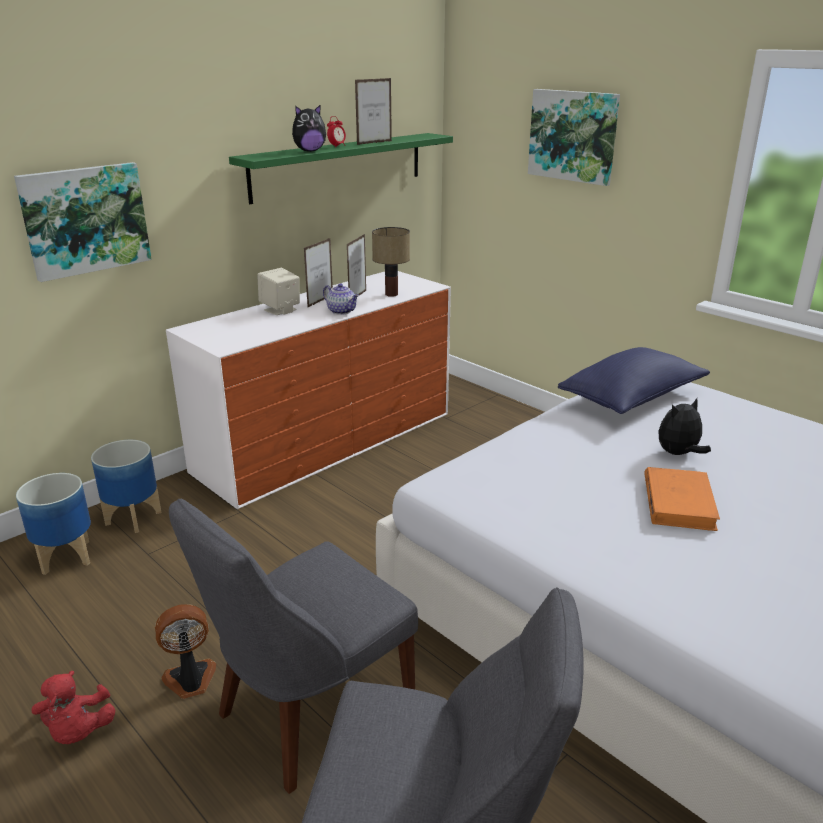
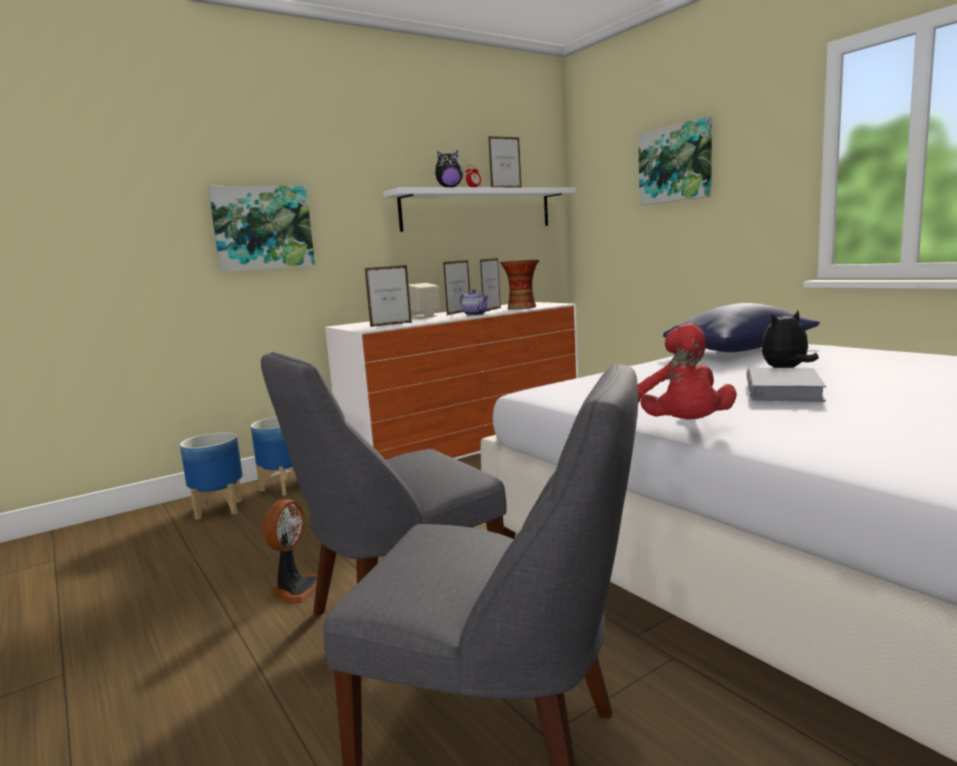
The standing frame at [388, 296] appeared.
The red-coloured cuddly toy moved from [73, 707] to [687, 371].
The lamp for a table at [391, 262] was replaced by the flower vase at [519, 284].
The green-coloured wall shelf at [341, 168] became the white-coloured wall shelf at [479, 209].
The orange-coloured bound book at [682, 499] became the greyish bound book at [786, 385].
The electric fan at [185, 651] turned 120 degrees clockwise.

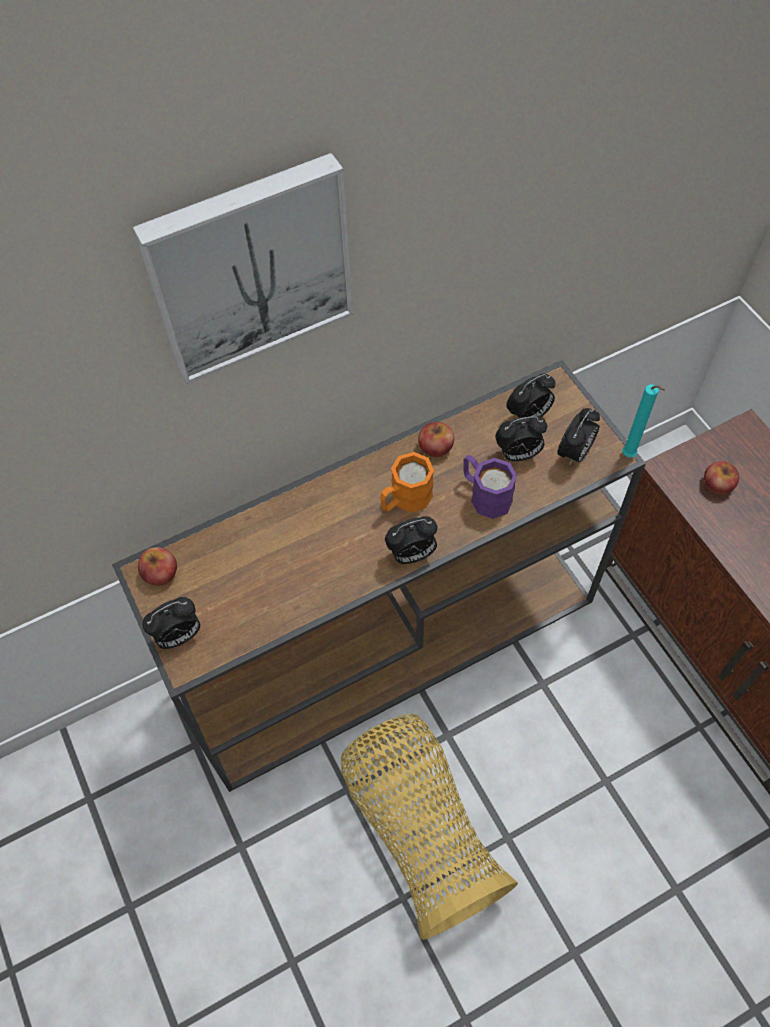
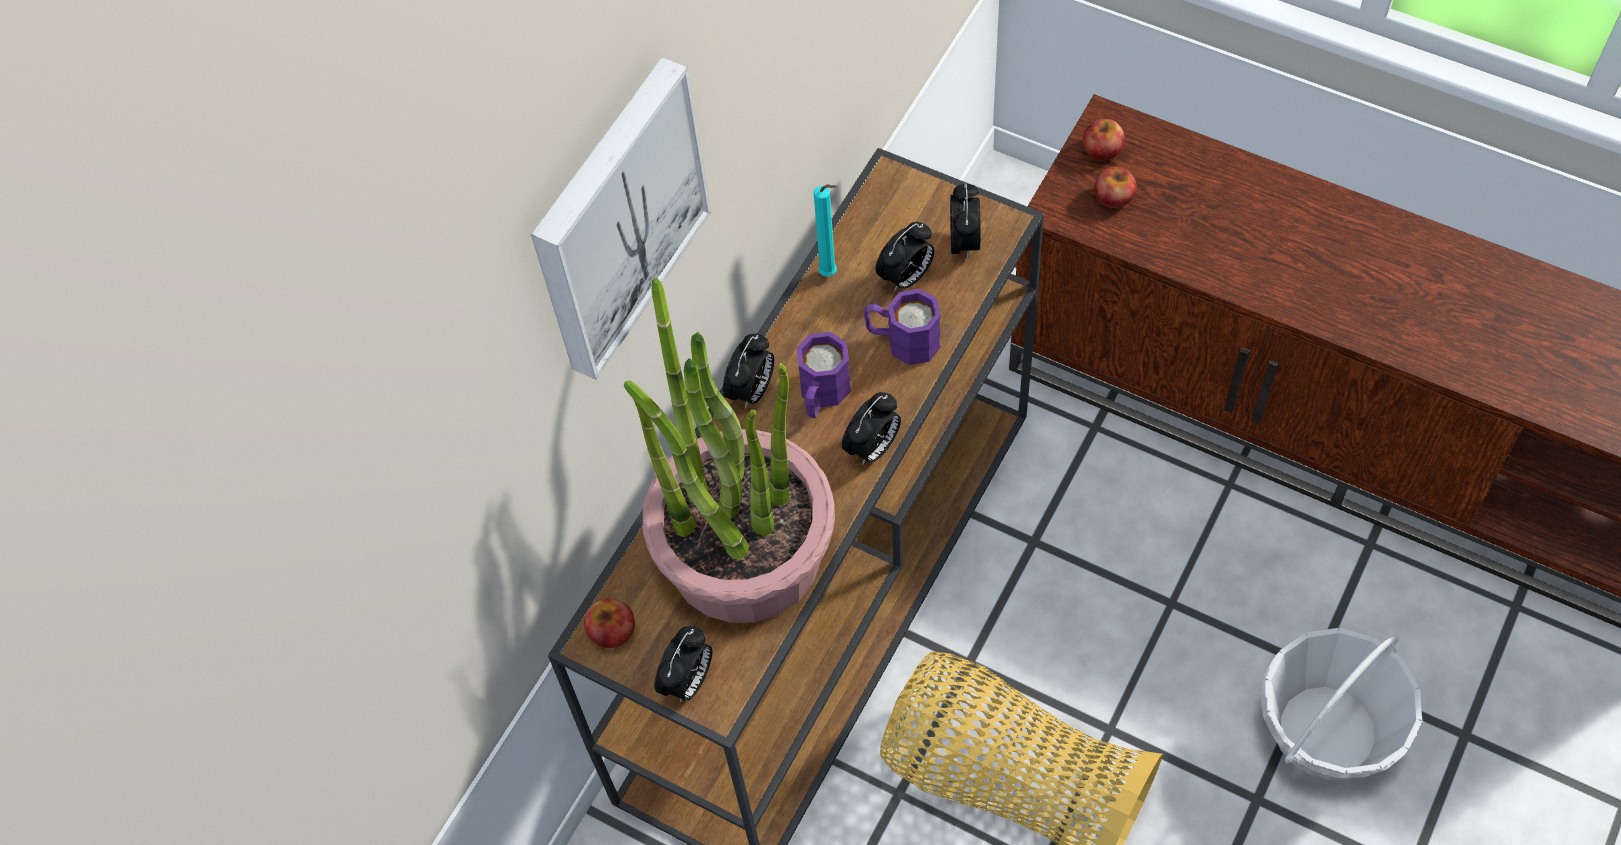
The houseplant at [729, 450] appeared.
The household basket at [1341, 704] appeared.
The apple fruit moved from [436, 439] to [1104, 140].
The alarm clock moved from [531, 395] to [748, 371].
The turquoise candle moved from [643, 420] to [825, 230].
The orange-coloured tea mug at [407, 482] became the purple-coloured tea mug at [823, 375].

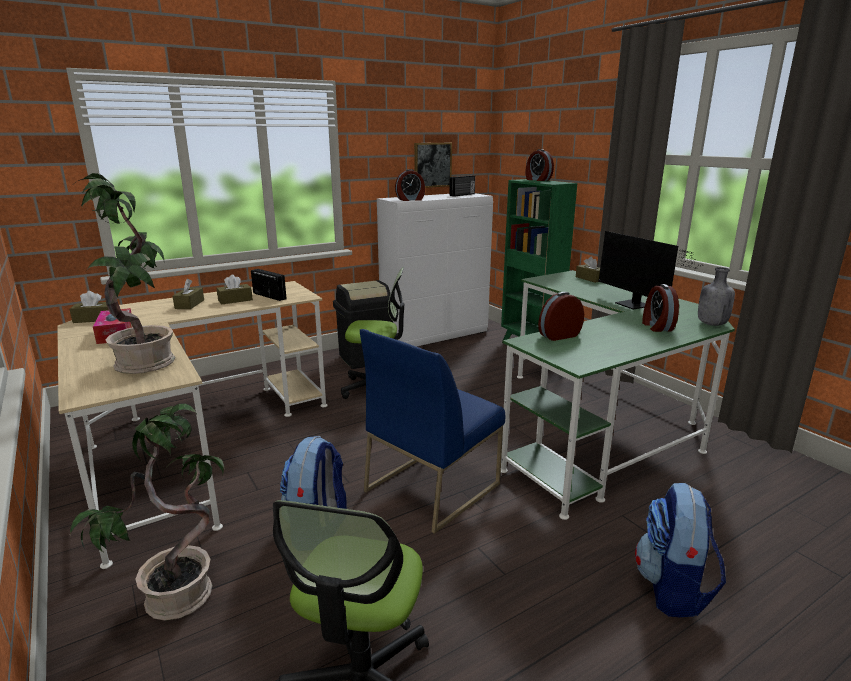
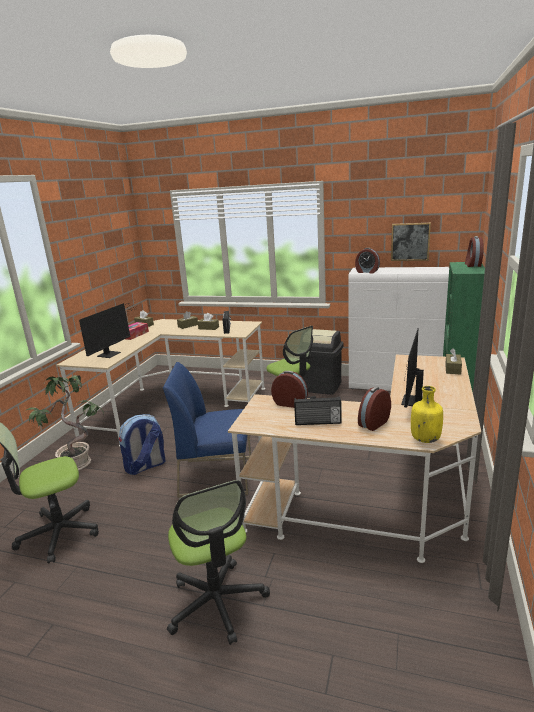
The radio set moved from [462, 186] to [318, 410].
The houseplant at [125, 273] was replaced by the computer screen at [108, 330].
The backpack at [680, 550] was replaced by the computer chair at [218, 562].
The green-coloured desk unit at [618, 395] became the beige-coloured desk unit at [354, 459].
The greyish drink bottle at [716, 296] became the yellowish drink bottle at [427, 414].

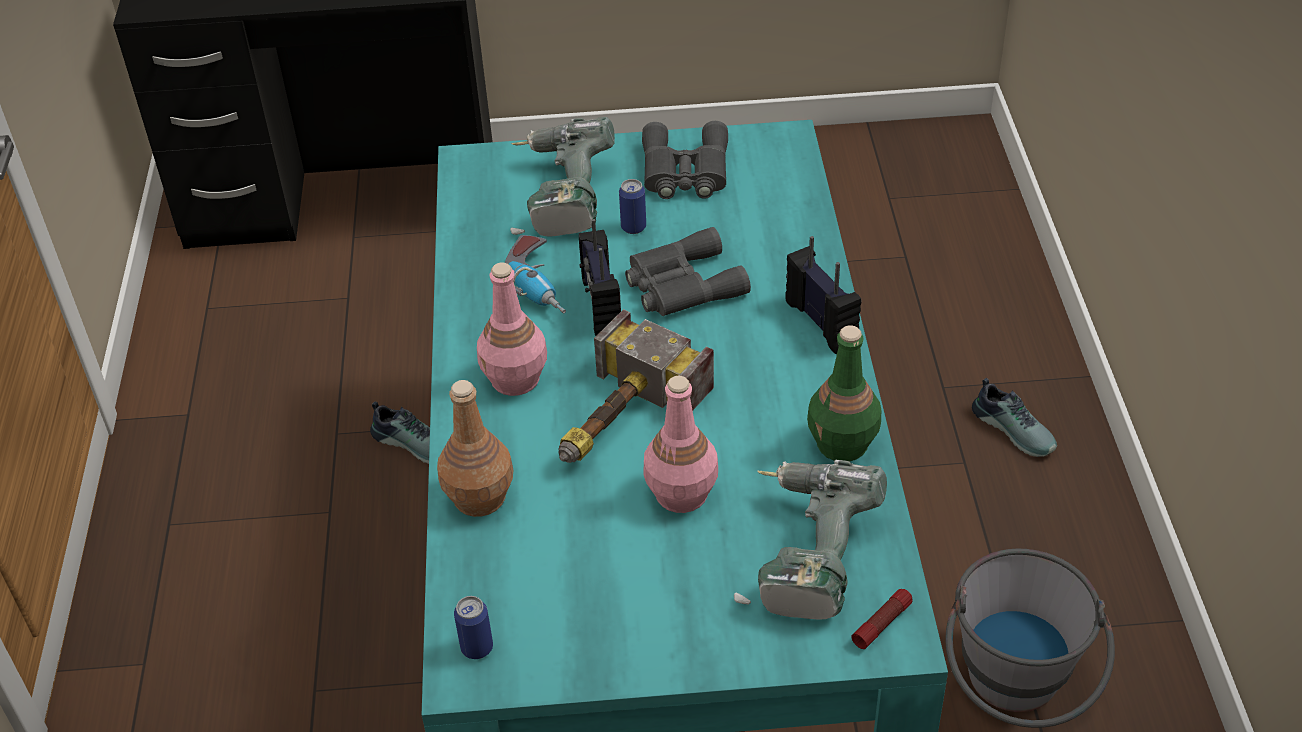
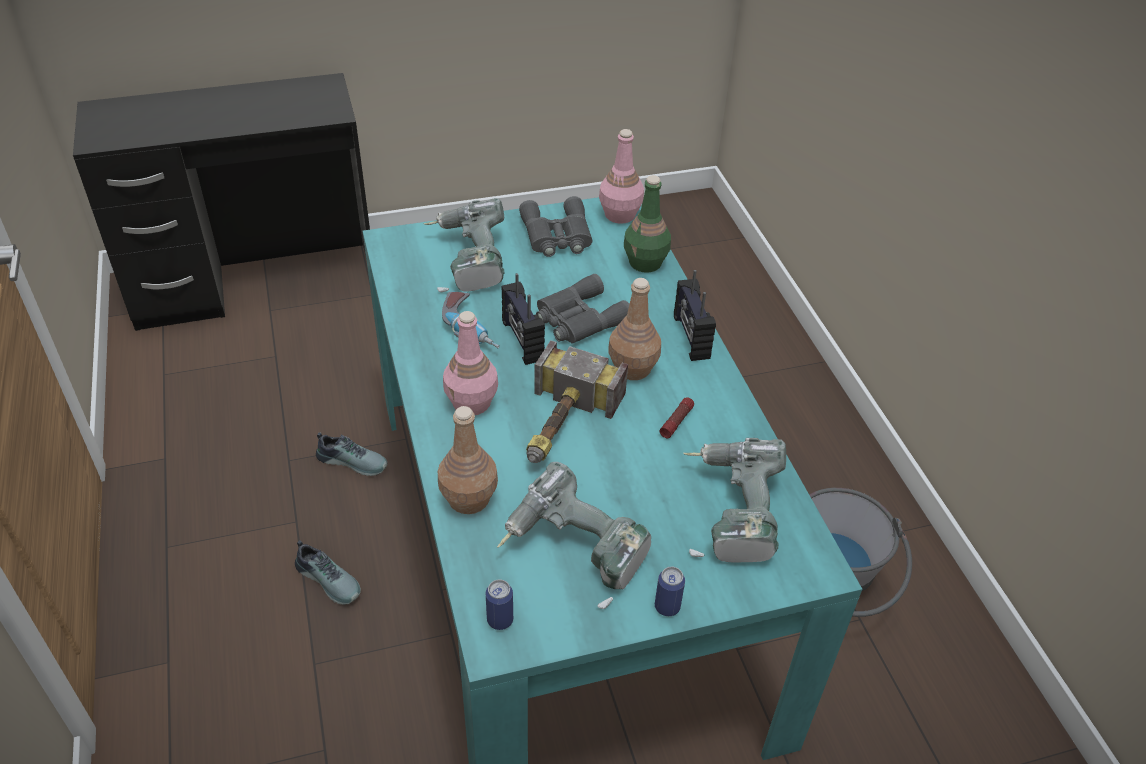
The power drill at [574, 535] appeared.
The brown drink bottle at [634, 329] appeared.
The sealed can moved from [632, 206] to [670, 591].
The pink drink bottle moved from [681, 444] to [621, 176].
The green-coloured drink bottle moved from [844, 393] to [647, 224].
The hand torch moved from [882, 619] to [676, 417].
The low shoe moved from [1014, 417] to [328, 572].
The radio set at [823, 295] turned 150 degrees counterclockwise.

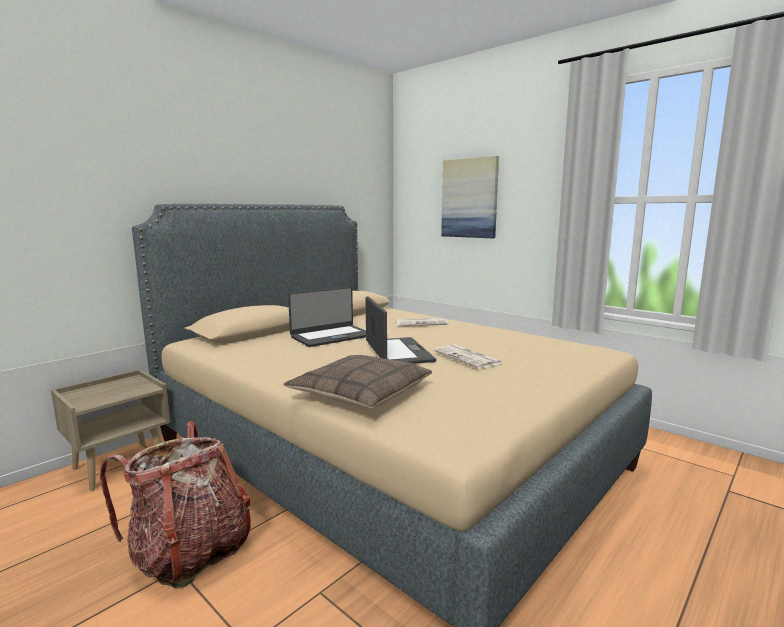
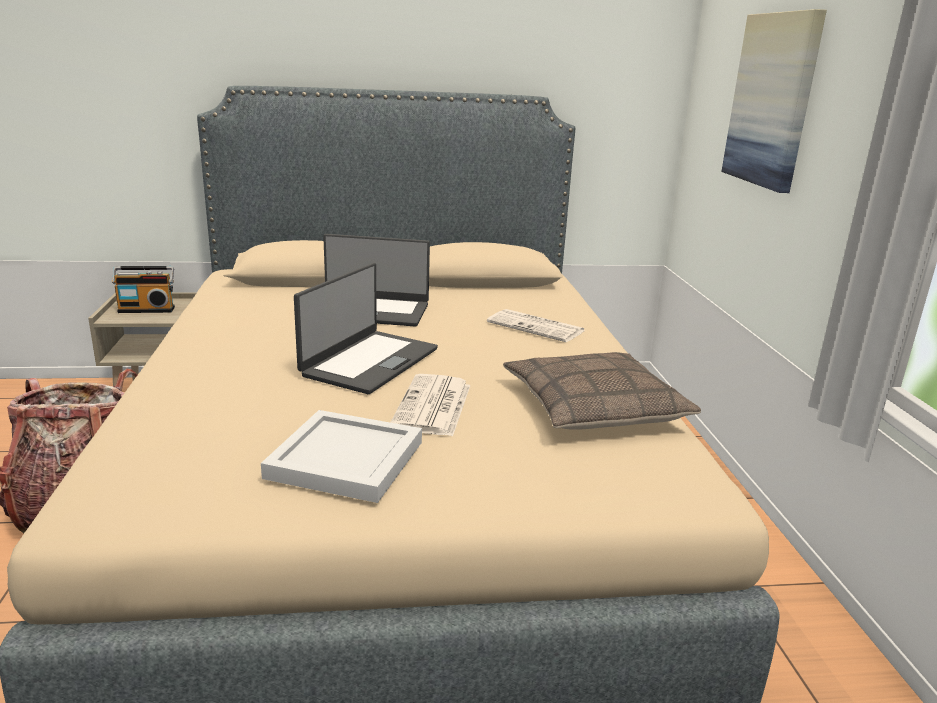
The radio set at [143, 289] appeared.
The white-coloured carrying tray at [341, 456] appeared.
The cushion moved from [358, 382] to [602, 391].

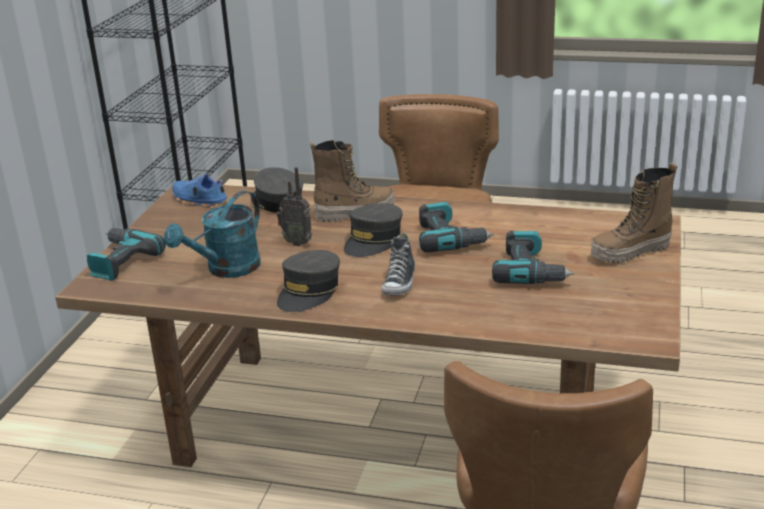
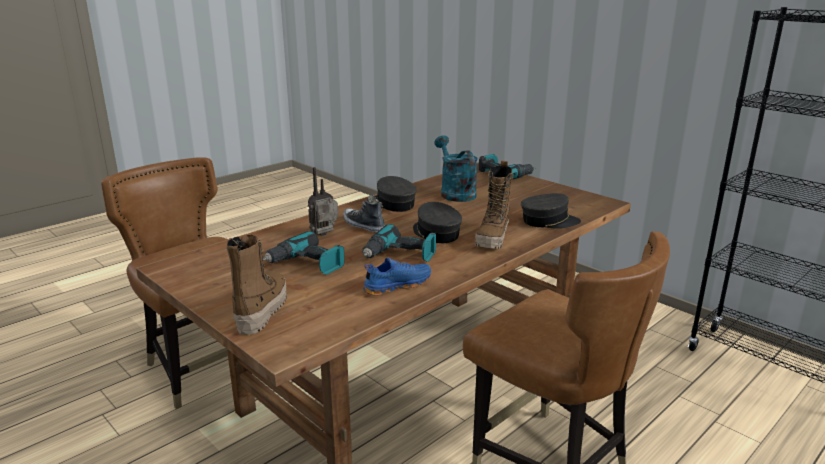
The bluish low shoe moved from [200, 191] to [397, 277].
The radio set moved from [294, 206] to [323, 201].

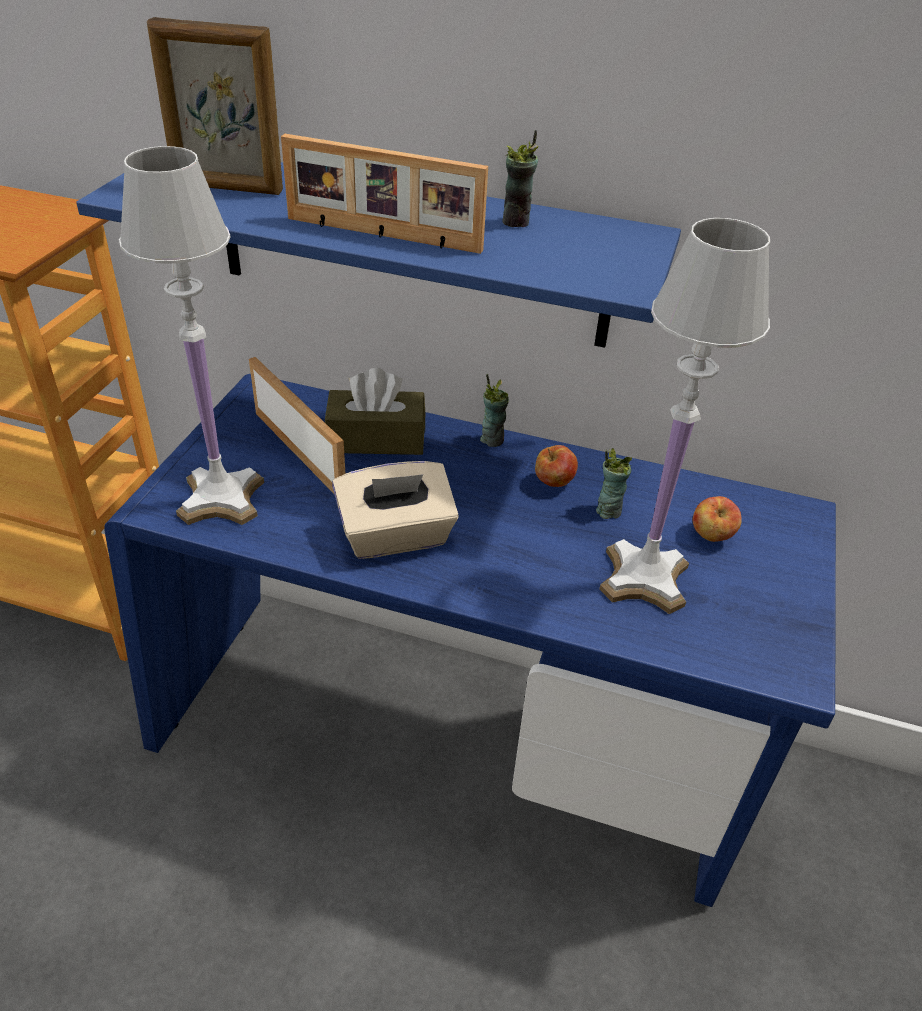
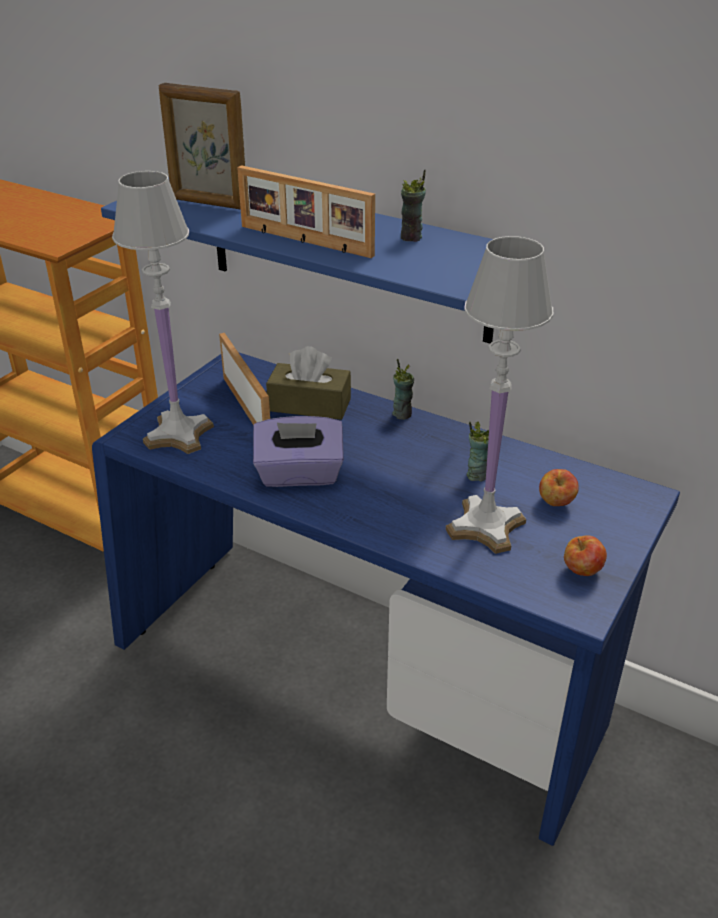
The apple fruit moved from [556, 466] to [585, 555].
The beige-coloured tissue box at [395, 510] became the purple-coloured tissue box at [298, 451].

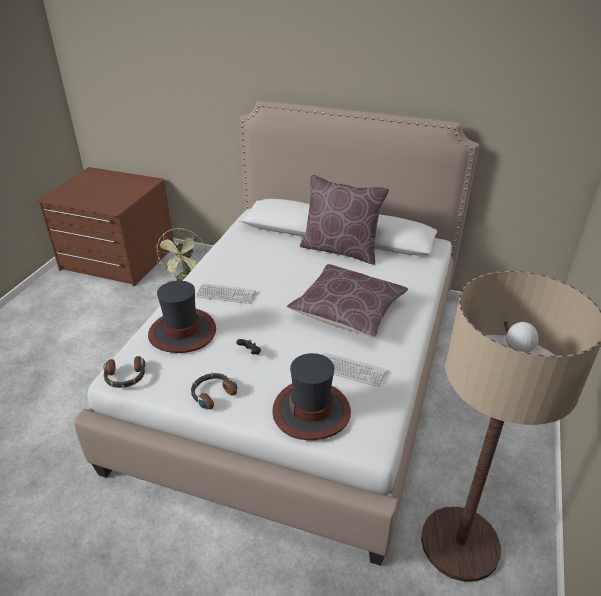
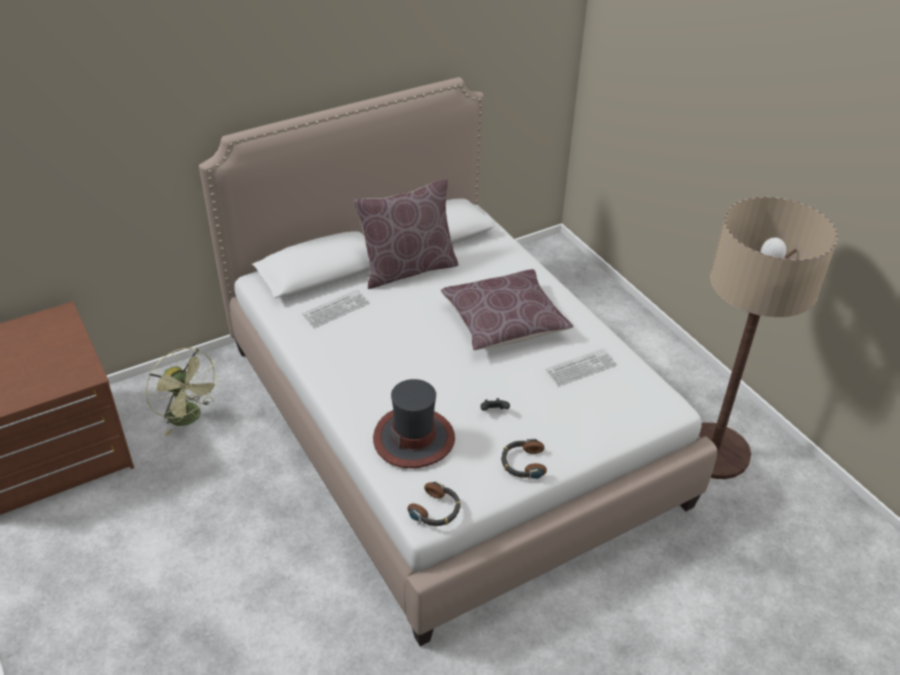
The clothing hat at [311, 396] disappeared.
The keyboard moved from [226, 293] to [336, 308].

